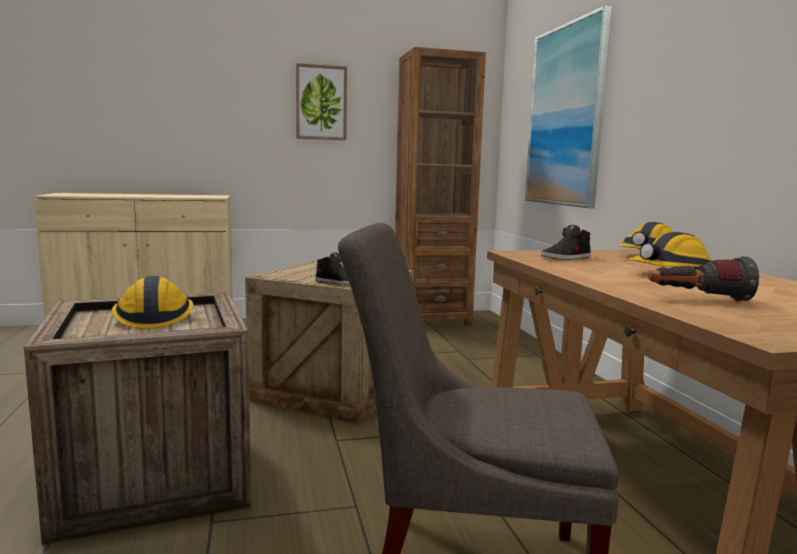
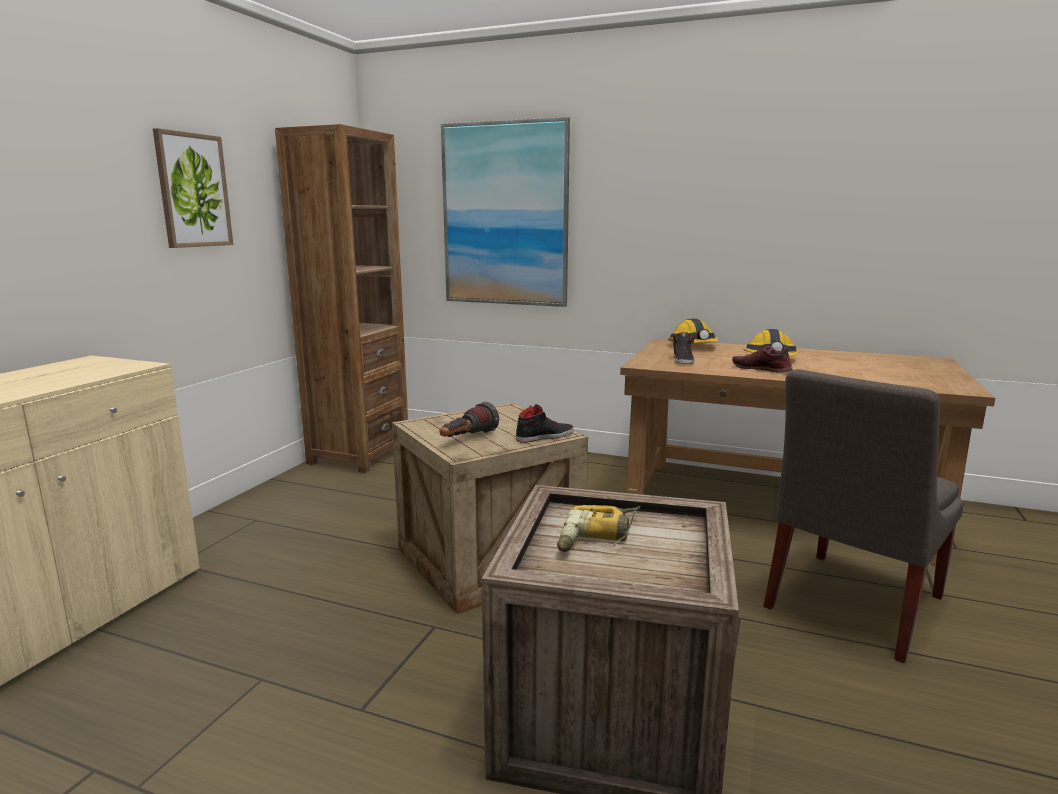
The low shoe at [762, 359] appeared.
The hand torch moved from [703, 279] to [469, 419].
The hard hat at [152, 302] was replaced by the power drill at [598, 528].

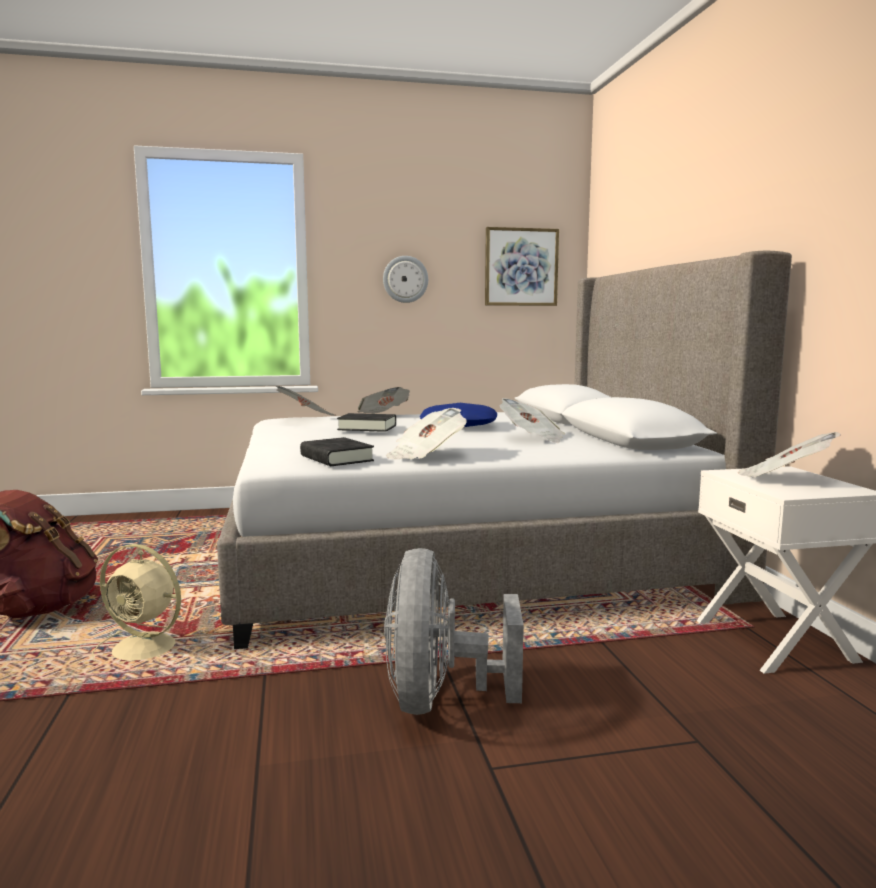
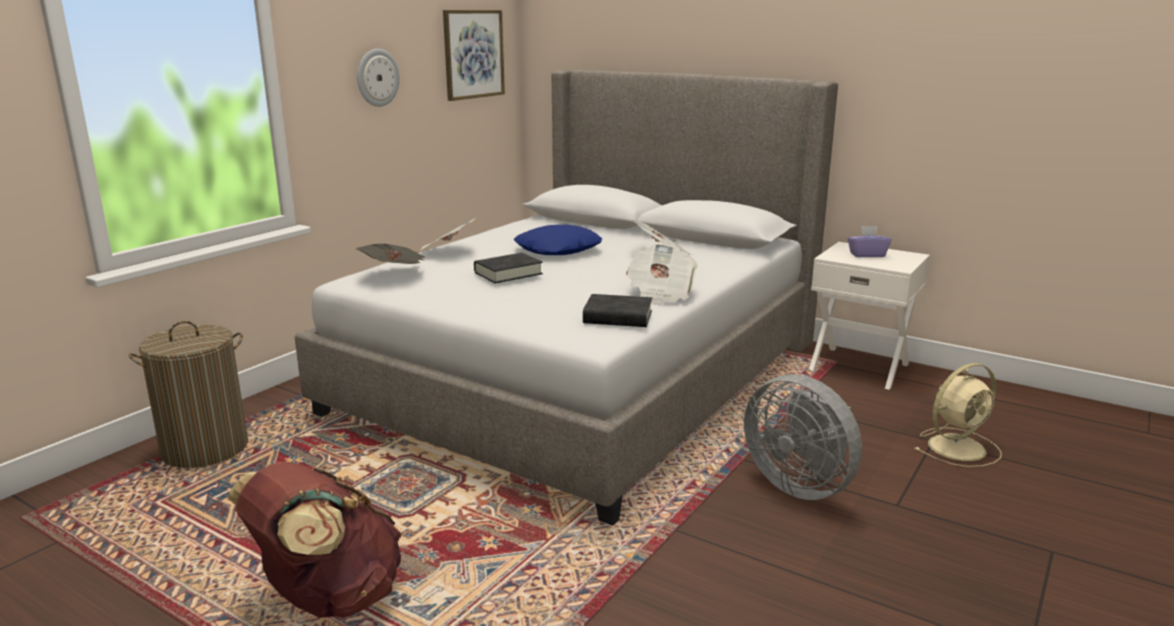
The laundry basket at [188, 394] appeared.
The beige-coloured electric fan moved from [136, 602] to [958, 415].
The daily paper at [789, 455] was replaced by the purple-coloured tissue box at [869, 241].

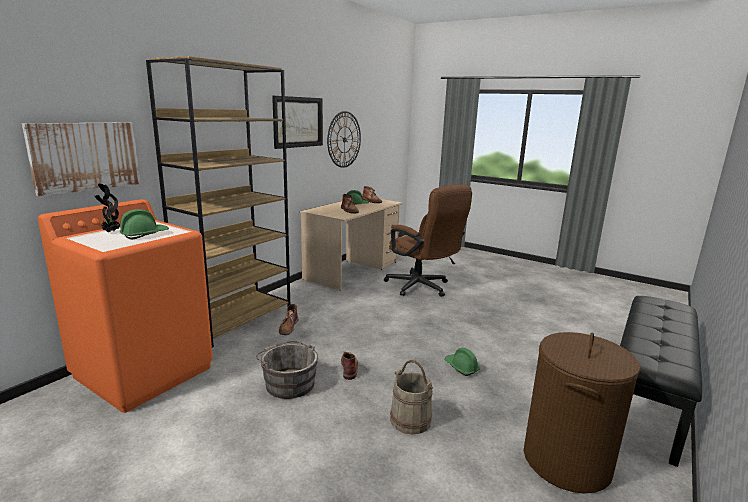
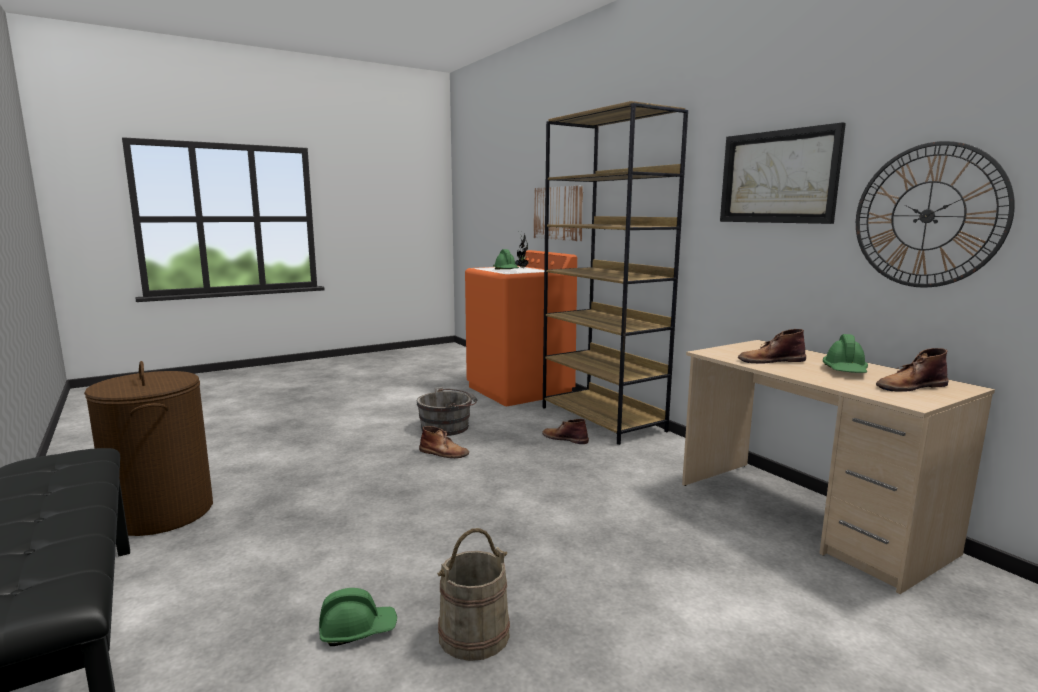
The brown computer chair at [428, 240] disappeared.
The beige-coloured bucket moved from [411, 397] to [473, 594].
The green-coloured hard hat moved from [462, 362] to [358, 617].

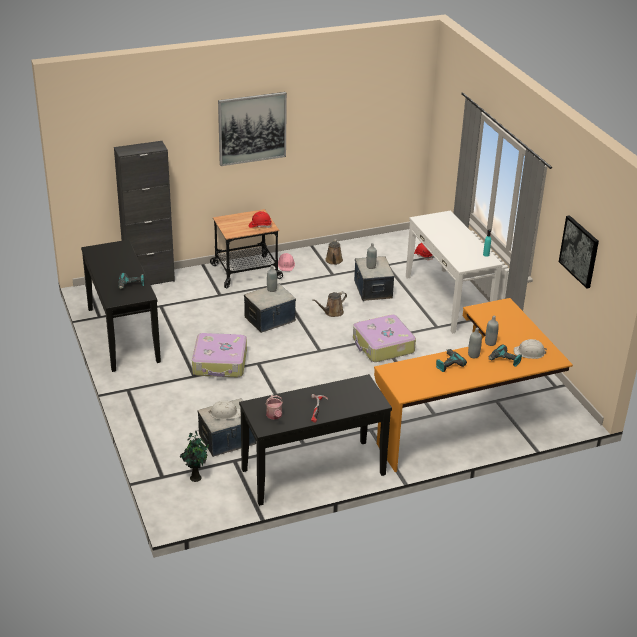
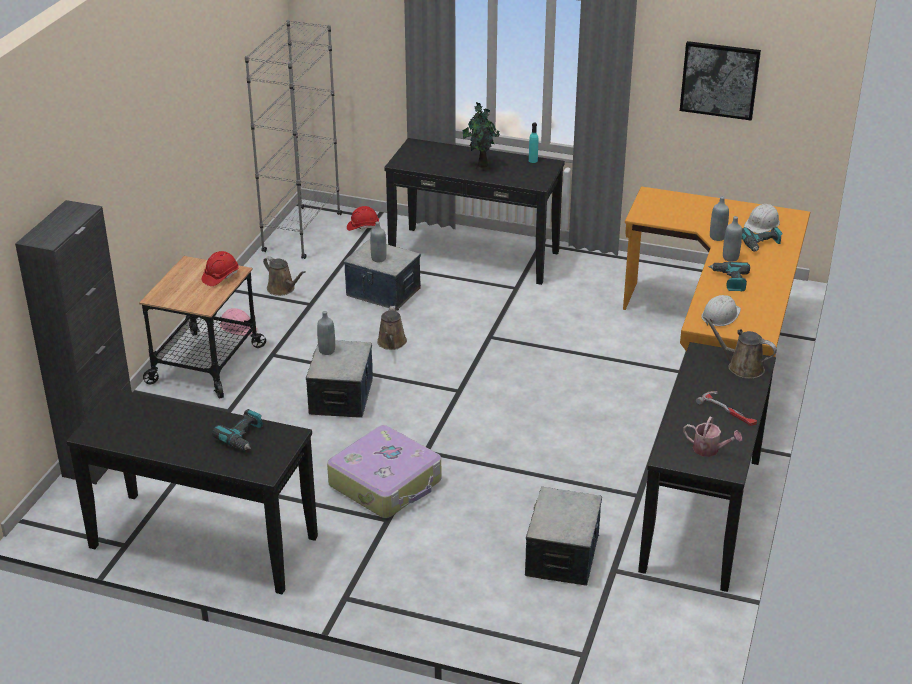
The wall art at [252, 129] disappeared.
The travel case at [384, 338] disappeared.
The greyish bookcase at [293, 139] appeared.
The brown watering pot at [740, 347] appeared.
The houseplant moved from [194, 456] to [481, 136].
The white-coloured hard hat moved from [224, 410] to [721, 310].
The white-coloured narrow table at [454, 272] became the black-coloured narrow table at [474, 211].

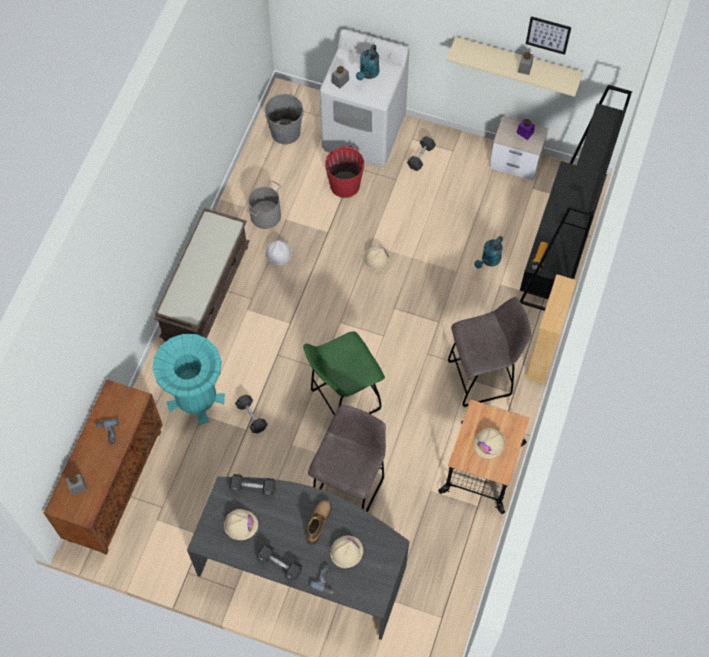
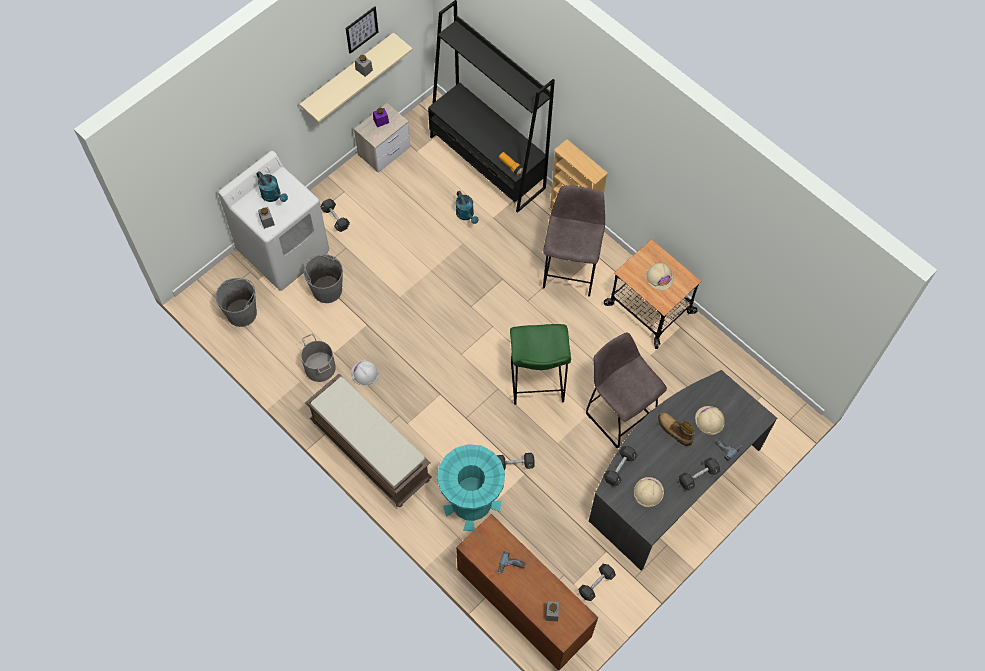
The beige-coloured hard hat at [378, 258] disappeared.
The black-coloured free weight at [597, 582] appeared.
The red-coloured bucket at [344, 171] became the greyish bucket at [323, 278].

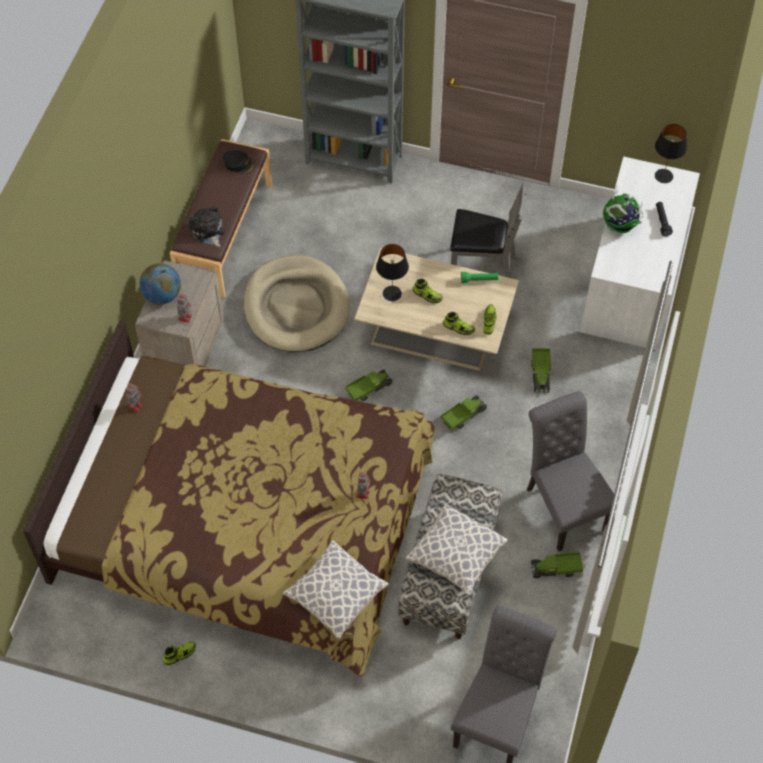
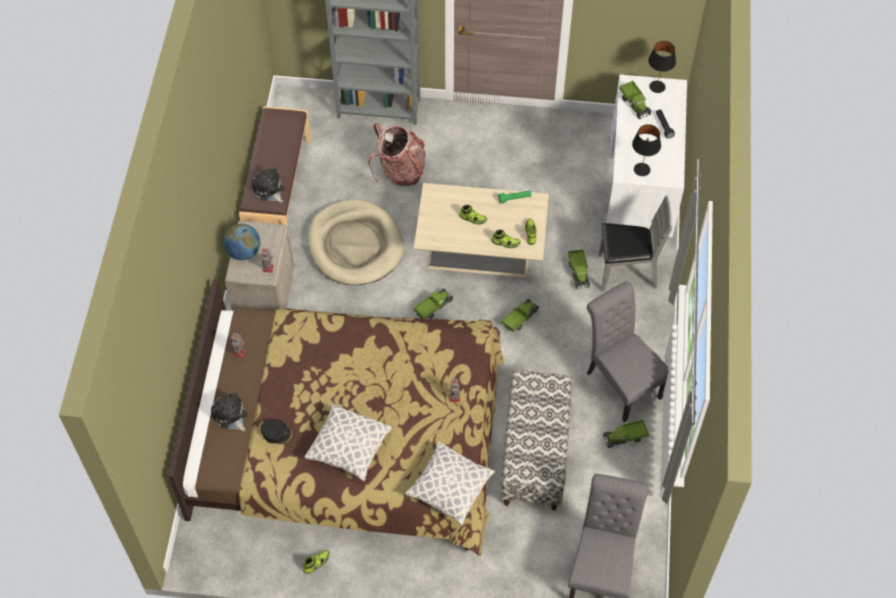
The desk globe at [622, 212] disappeared.
The cuddly toy at [229, 412] appeared.
The backpack at [397, 154] appeared.
The toy lorry at [635, 100] appeared.
The black-coloured peaked cap moved from [239, 162] to [277, 431].
The black-coloured lamp for a table moved from [392, 272] to [646, 150].
The cushion moved from [457, 549] to [348, 443].
The greyish upright chair moved from [488, 231] to [635, 243].

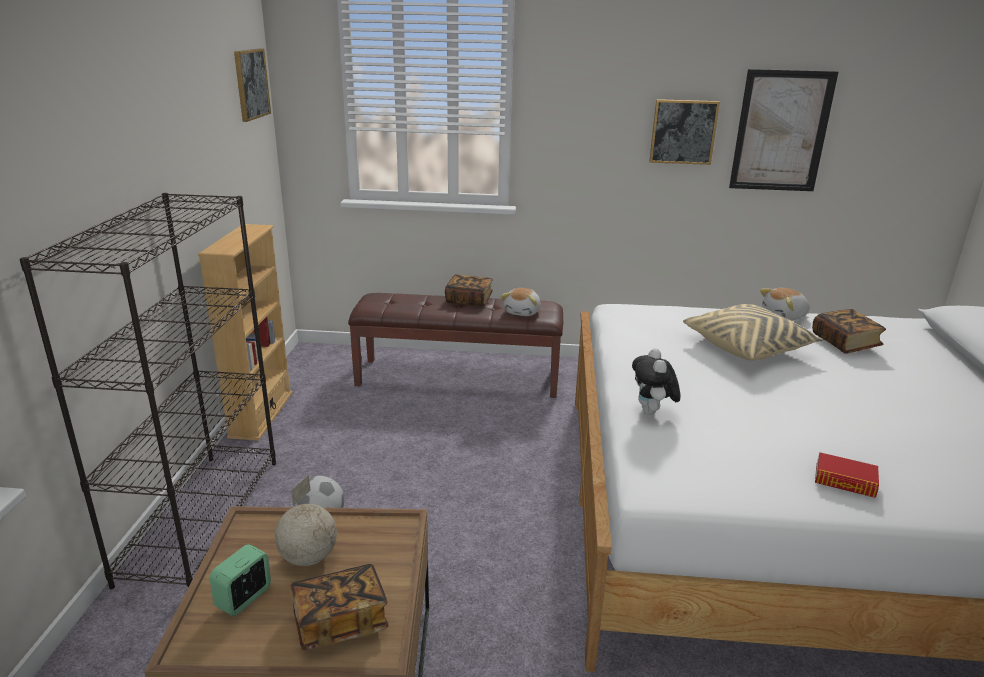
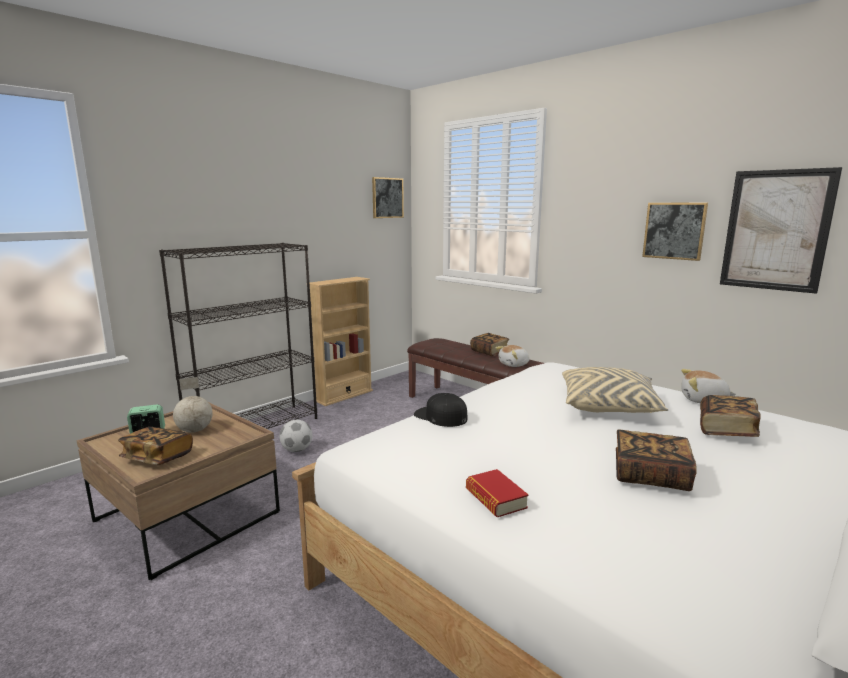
The bound book at [656, 460] appeared.
The cuddly toy at [656, 381] was replaced by the black-coloured peaked cap at [440, 410].

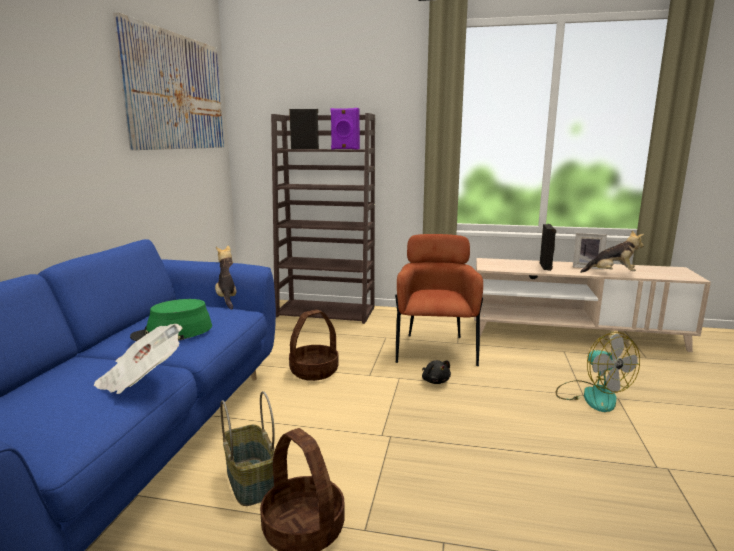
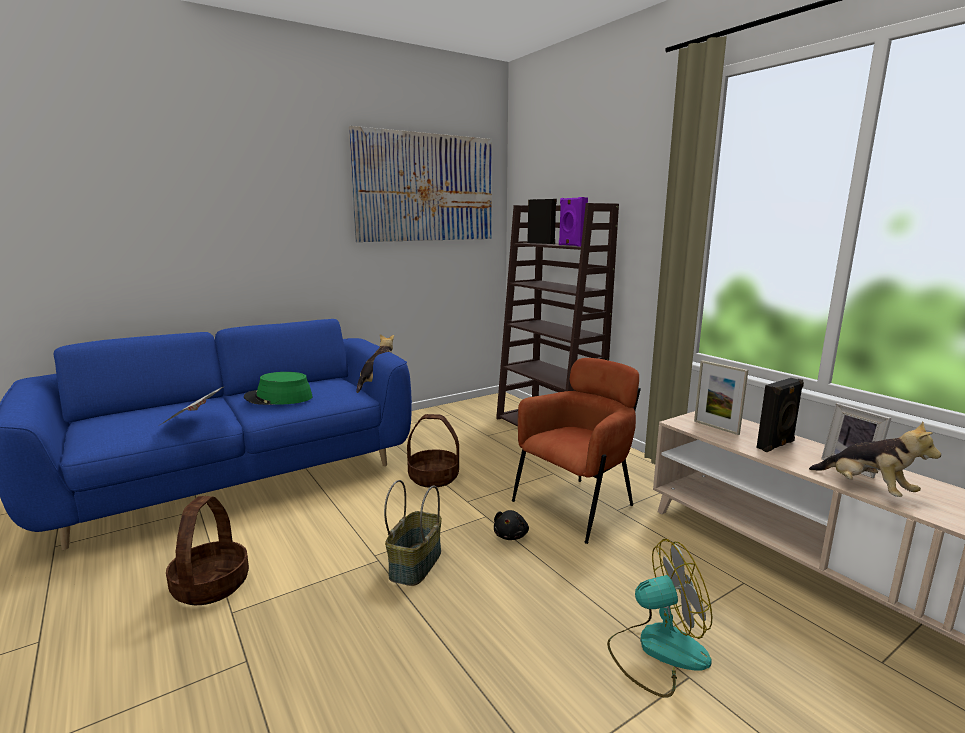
The standing frame at [721, 397] appeared.
The household basket moved from [247, 448] to [413, 533].
The electric fan at [598, 372] turned 120 degrees counterclockwise.

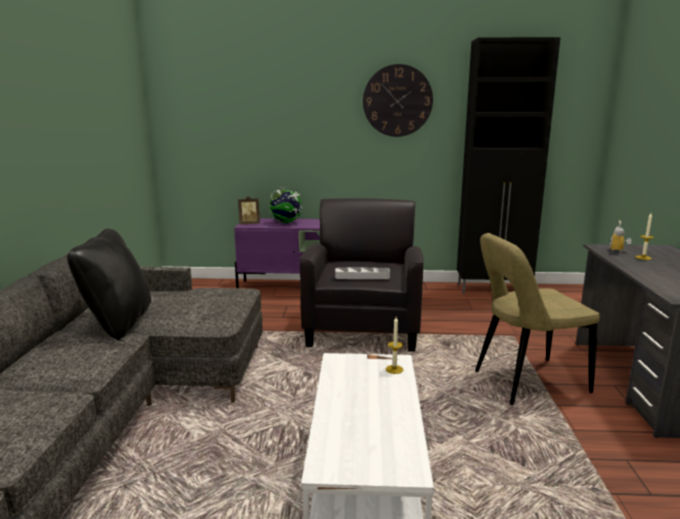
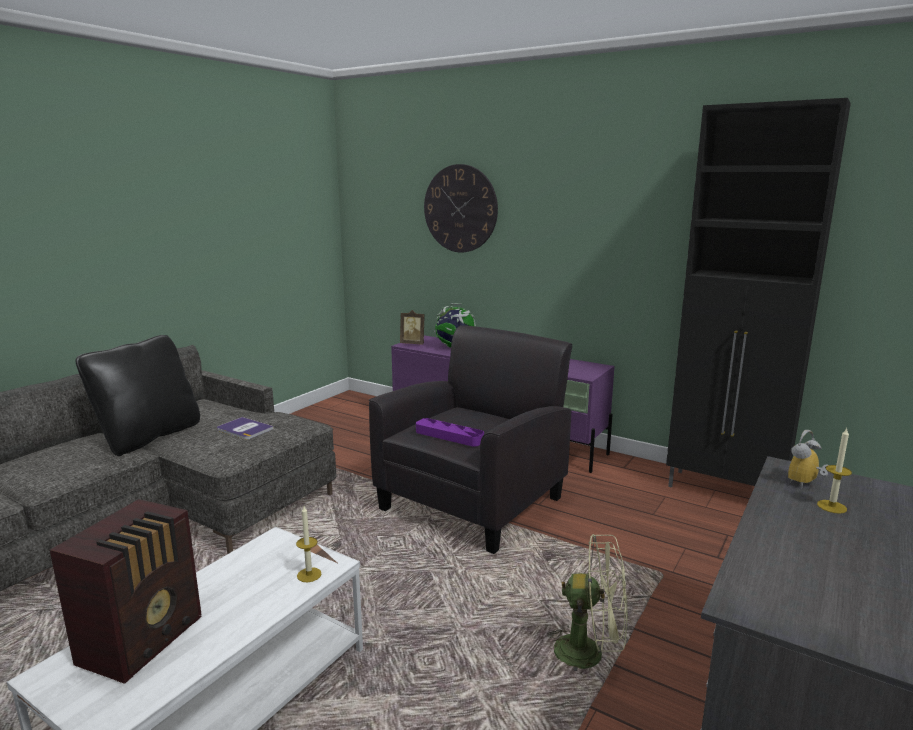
The radio set at [126, 591] appeared.
The bound book at [245, 428] appeared.
The clock on the wall moved from [398, 100] to [461, 208].
The beige-coloured upright chair at [537, 319] was replaced by the green-coloured electric fan at [588, 602].
The greyish carrying tray at [362, 273] became the purple-coloured carrying tray at [450, 432].

